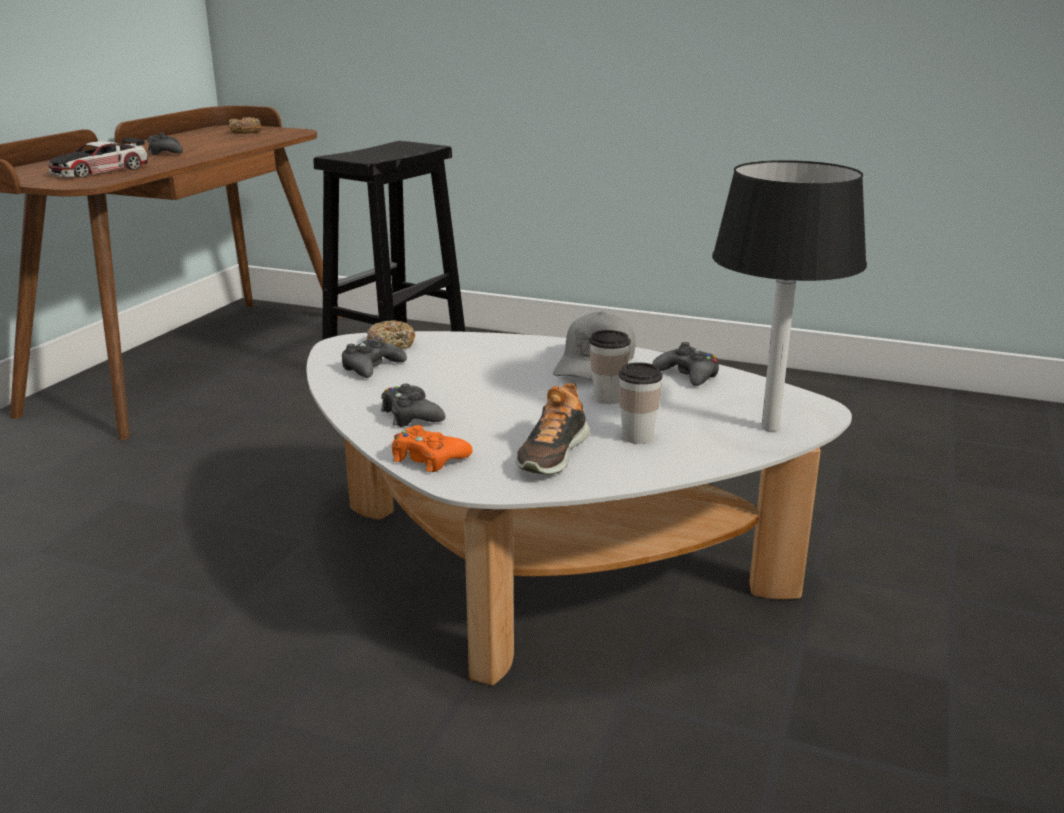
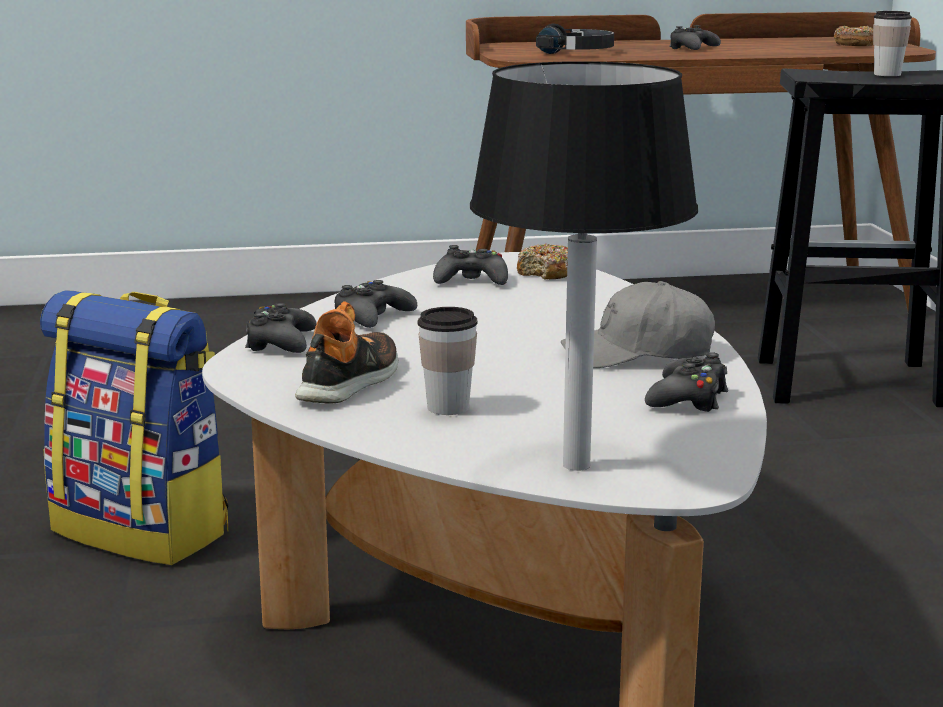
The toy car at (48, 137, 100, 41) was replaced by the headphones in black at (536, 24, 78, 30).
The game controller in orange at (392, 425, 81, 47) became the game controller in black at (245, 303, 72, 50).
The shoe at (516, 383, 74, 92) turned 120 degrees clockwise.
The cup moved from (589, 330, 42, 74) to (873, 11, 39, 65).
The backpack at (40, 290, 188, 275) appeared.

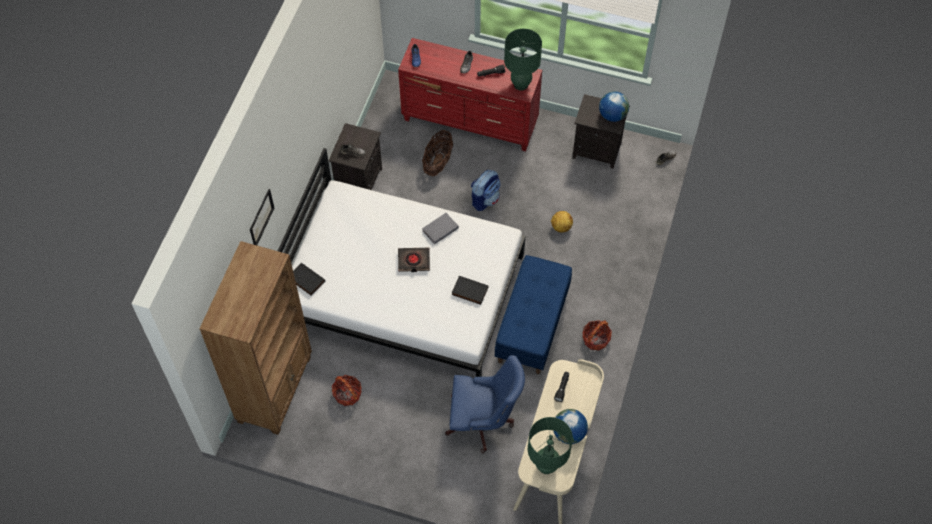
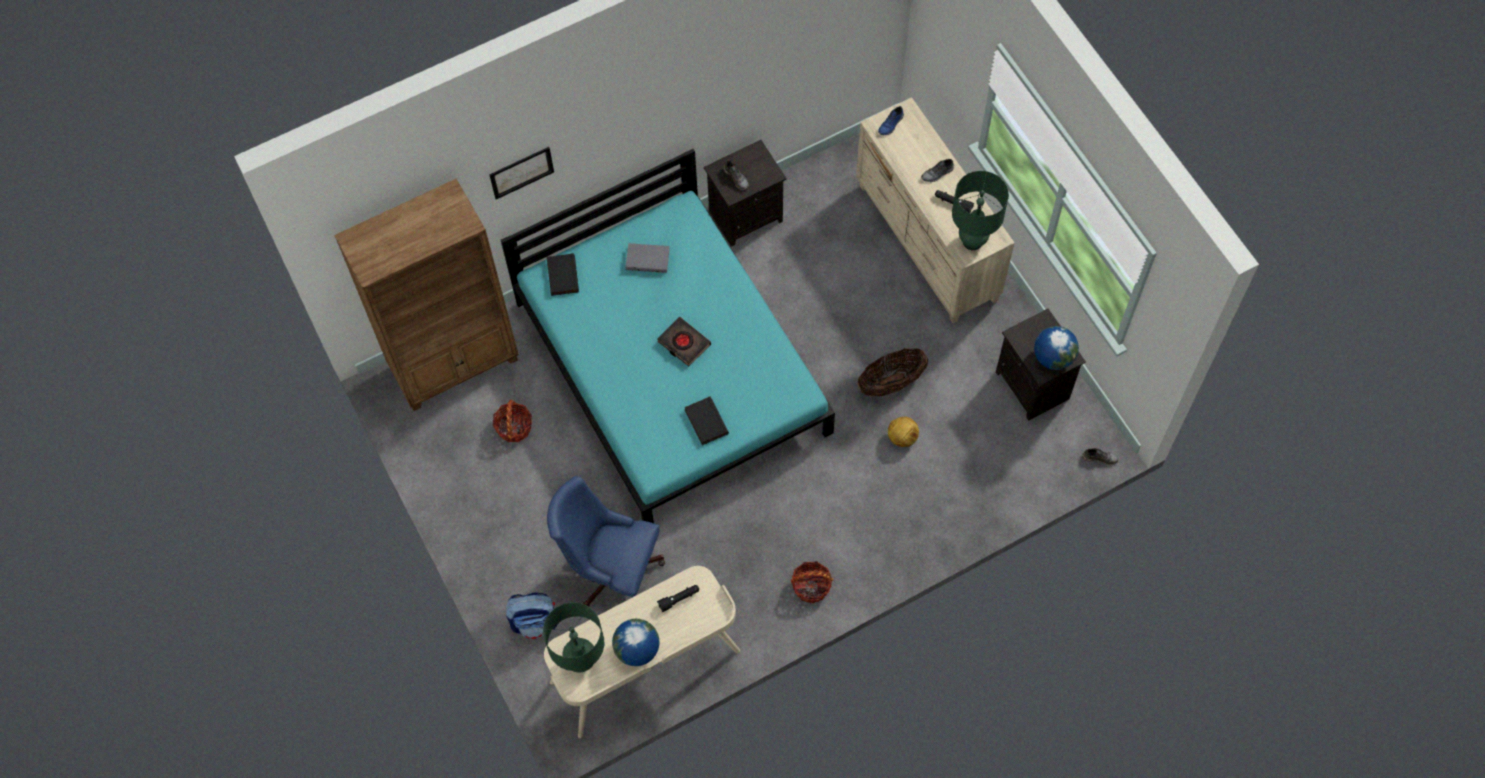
The bed in white at (278, 148, 248, 229) became the bed in turquoise at (501, 149, 334, 374).
The dresser in red at (398, 38, 144, 113) became the dresser in beige at (856, 97, 159, 227).
The basket moved from (422, 130, 31, 46) to (858, 348, 70, 48).
The book in grey moved from (422, 213, 37, 31) to (625, 243, 45, 30).
The office chair in blue at (445, 355, 80, 98) turned 150 degrees clockwise.
The backpack moved from (471, 170, 29, 41) to (506, 593, 52, 46).
The bench in blue at (495, 255, 77, 119) disappeared.

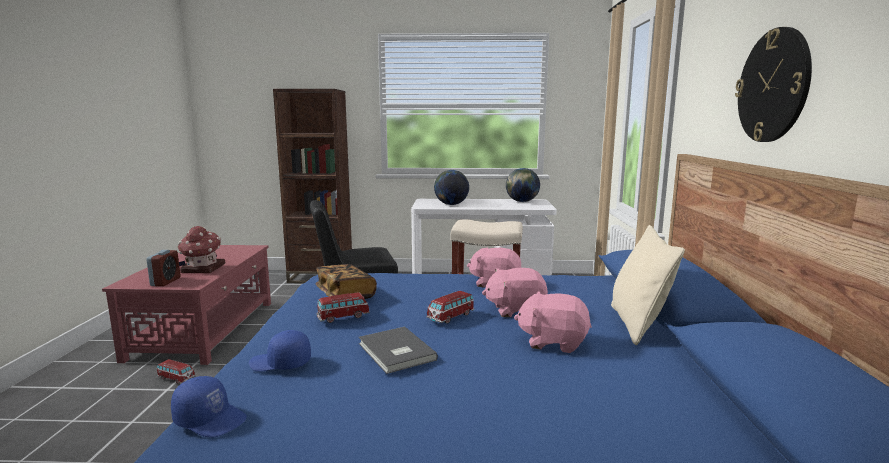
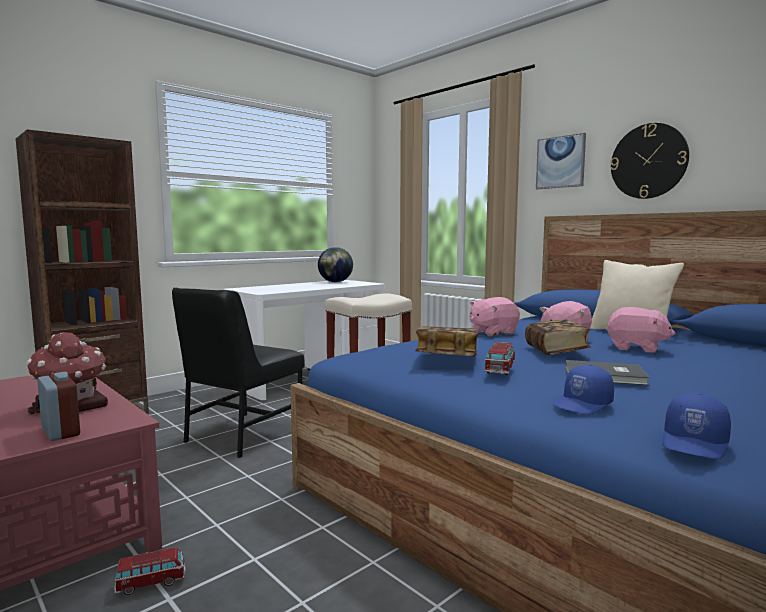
The cap in blue at (171, 376, 76, 62) turned 150 degrees clockwise.
The toy car at (426, 291, 49, 33) was replaced by the book at (525, 320, 66, 35).
The globe at (434, 170, 35, 35) disappeared.
The plush toy in pink at (514, 291, 78, 62) turned 120 degrees counterclockwise.
The picture at (536, 133, 50, 56) appeared.

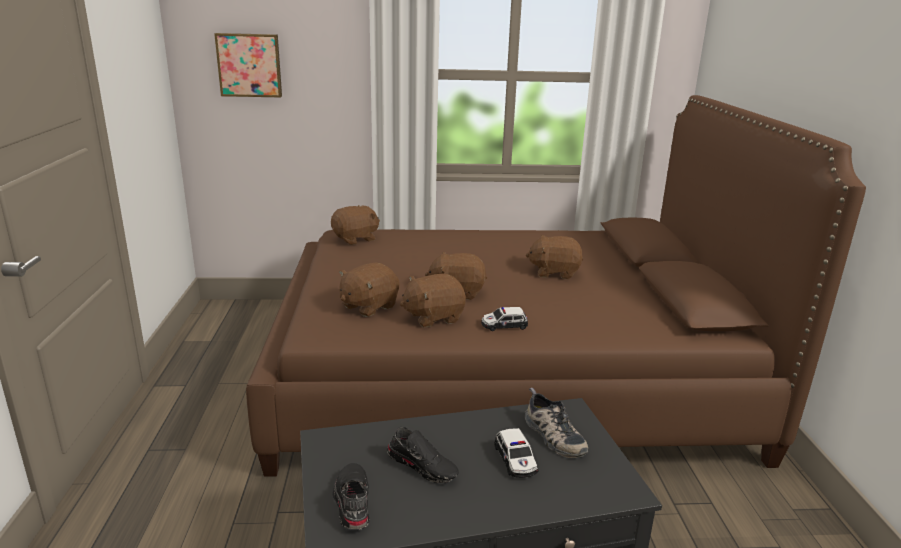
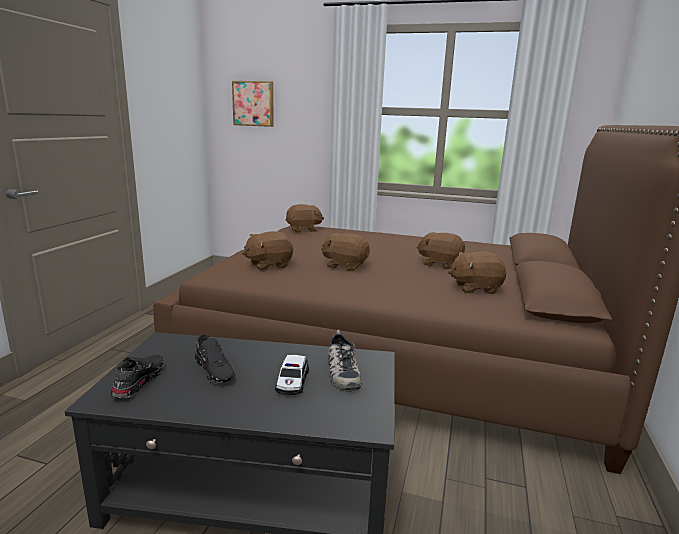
The plush toy in brown moved from (400, 274, 66, 53) to (448, 252, 58, 42).
The toy car at (481, 307, 47, 24) disappeared.

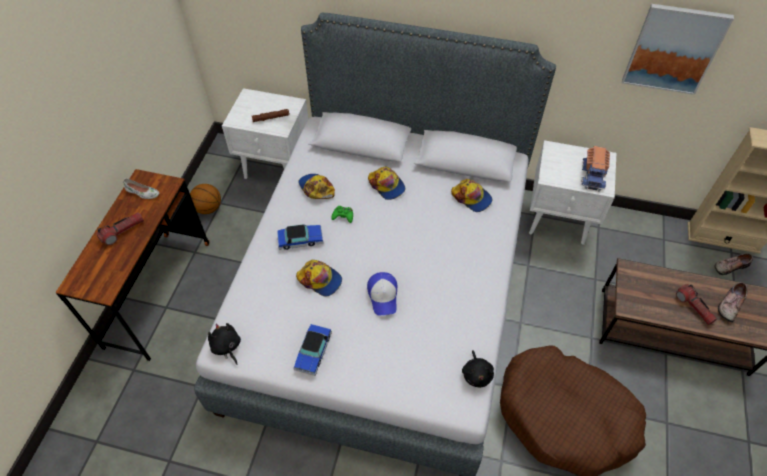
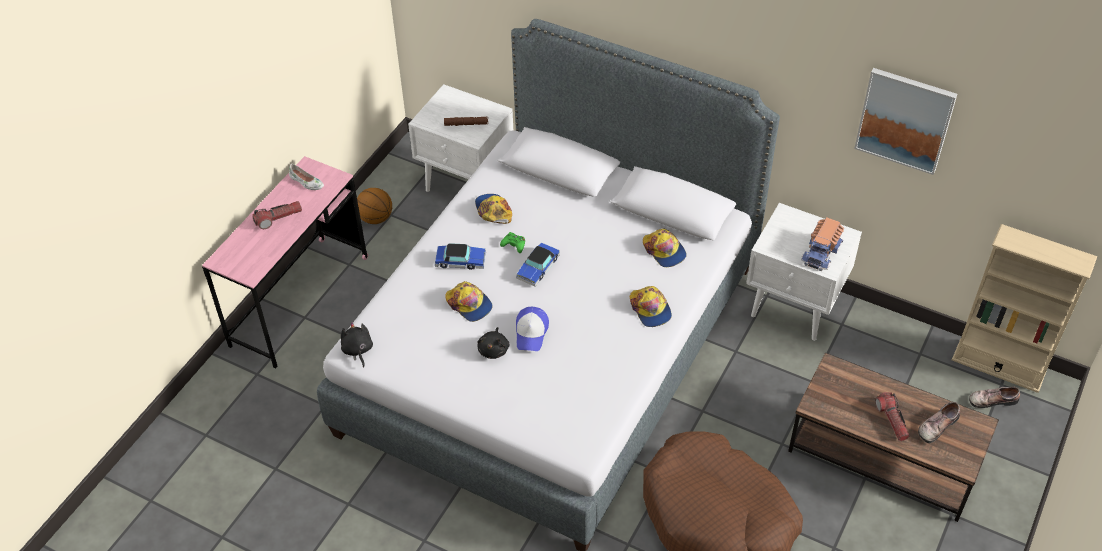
The desk in brown at (56, 169, 153, 192) became the desk in pink at (202, 156, 166, 212).
The toy car moved from (293, 324, 39, 52) to (516, 242, 44, 44).
The cap moved from (368, 166, 38, 34) to (629, 286, 43, 41).
The plush toy in black moved from (462, 350, 32, 38) to (478, 327, 32, 32).

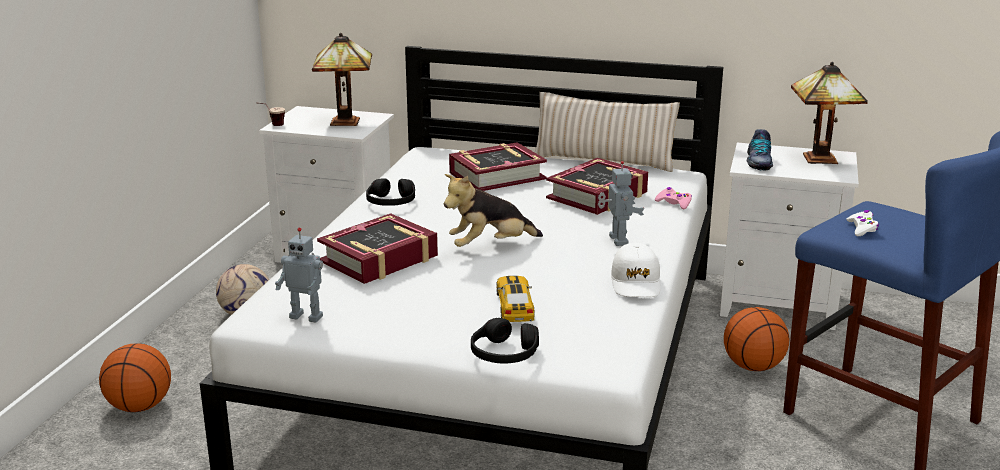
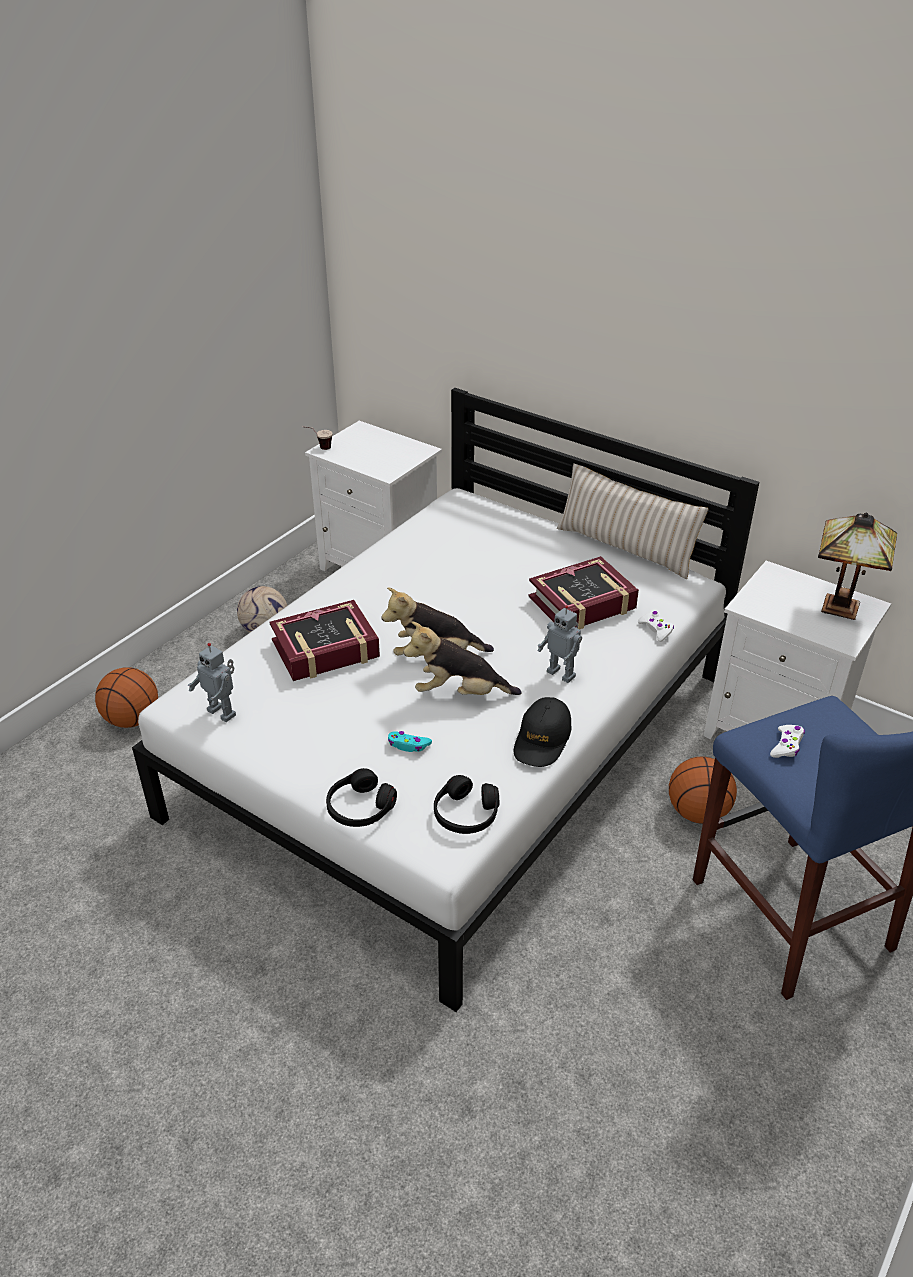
The table lamp at (312, 33, 60, 93) disappeared.
The headphones in black moved from (366, 178, 49, 28) to (434, 775, 65, 59).
The book at (449, 142, 98, 49) disappeared.
The toy car at (496, 276, 39, 46) was replaced by the game controller in turquoise at (388, 731, 44, 21).
The toy robot at (598, 161, 46, 85) turned 120 degrees clockwise.
The cap in white at (611, 243, 50, 54) became the cap in black at (514, 697, 57, 70).
The game controller in pink at (655, 187, 37, 22) became the game controller in white at (638, 611, 36, 31).
The shoe at (746, 129, 27, 42) disappeared.
The plush toy at (403, 621, 118, 74) appeared.

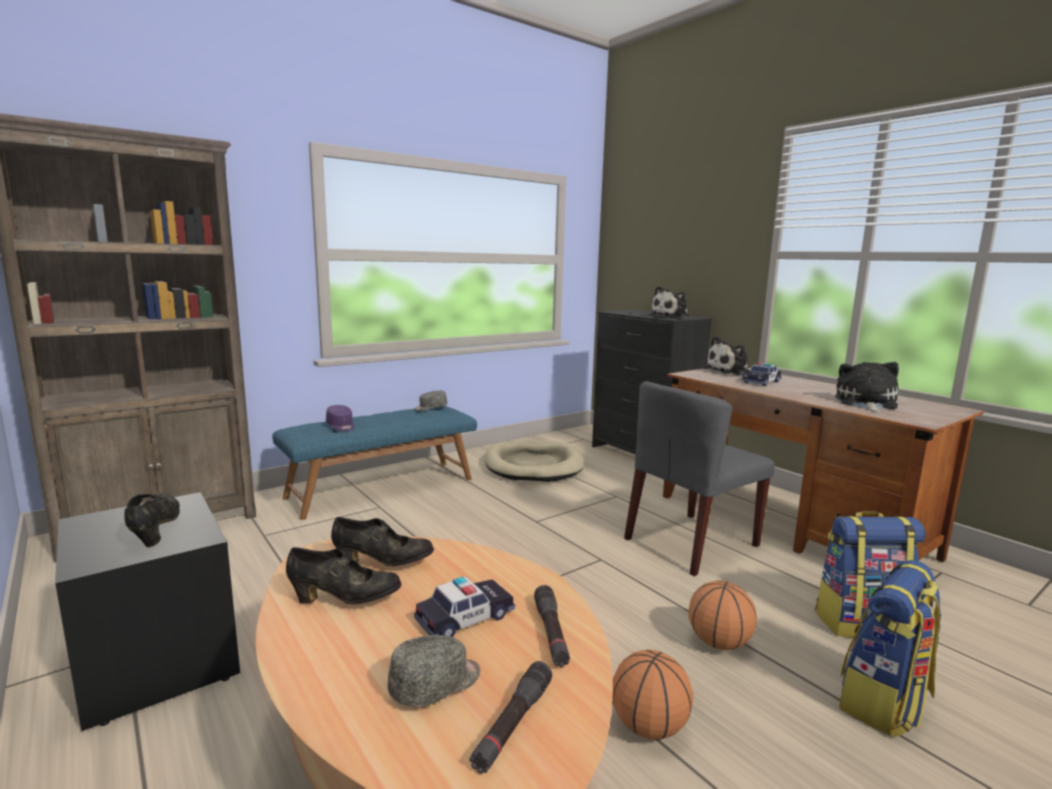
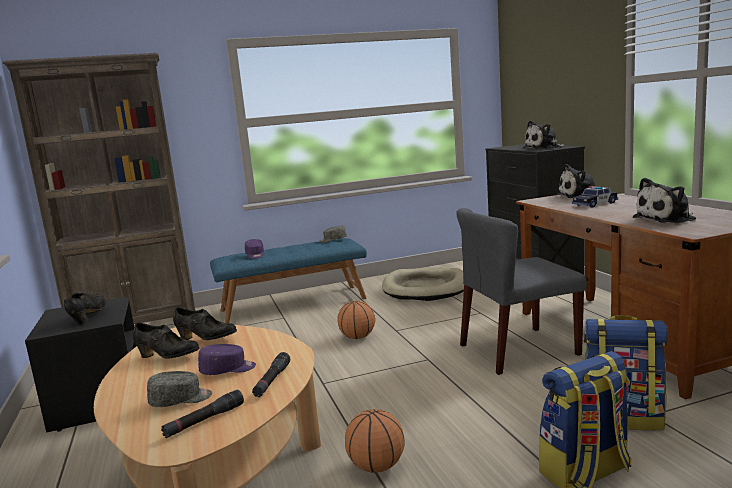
The toy car at (414, 577, 101, 60) was replaced by the cap in purple at (198, 344, 58, 31).
The basketball moved from (689, 581, 68, 69) to (337, 301, 38, 38).
The plush toy at (835, 362, 64, 51) turned 150 degrees counterclockwise.

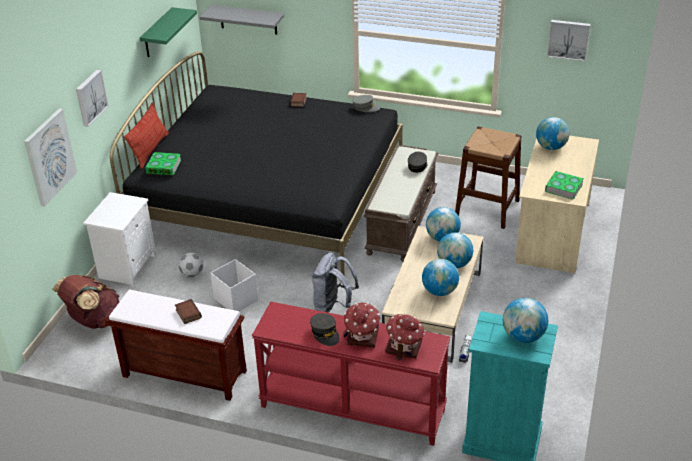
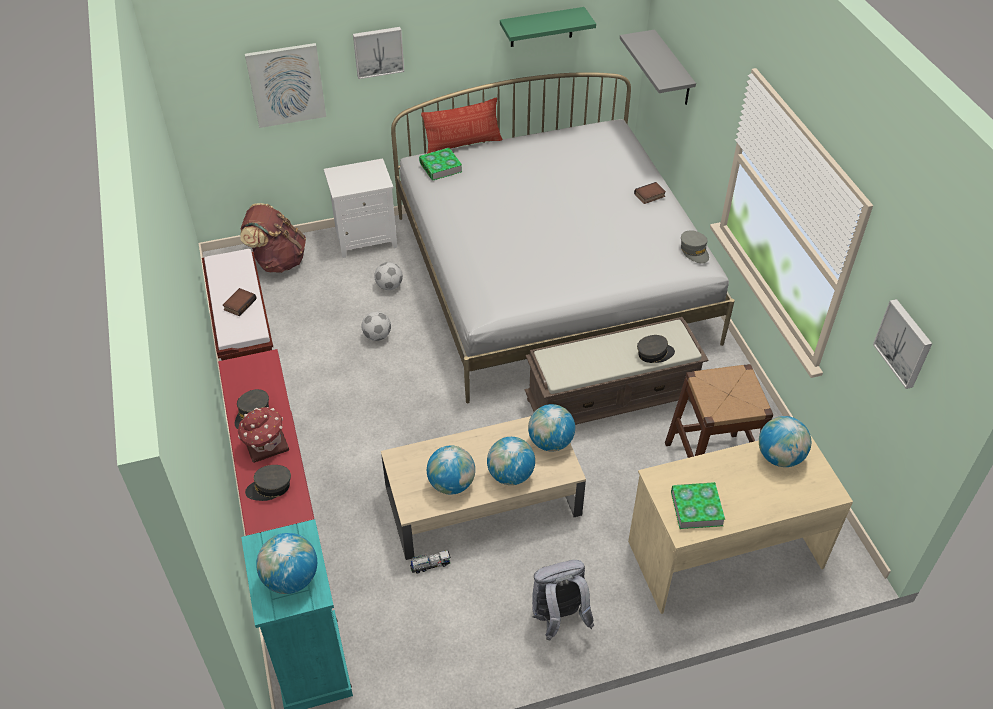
The bed in black at (110, 51, 293, 224) became the bed in white at (391, 72, 344, 331).
The storage box in white at (210, 259, 48, 52) was replaced by the football at (362, 311, 29, 30).
The backpack in grey moved from (311, 253, 48, 60) to (532, 560, 63, 80).
The toy house at (385, 313, 40, 48) was replaced by the cap in grey at (245, 465, 46, 36).

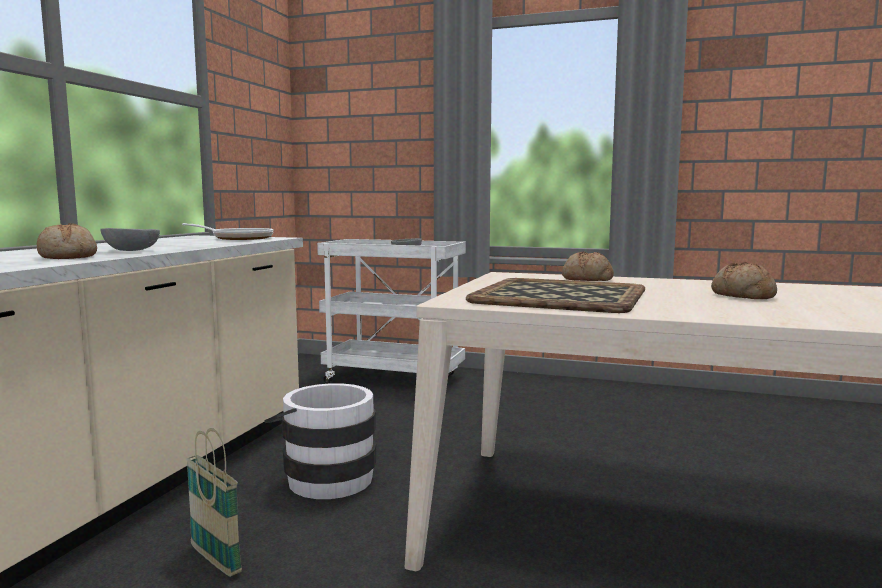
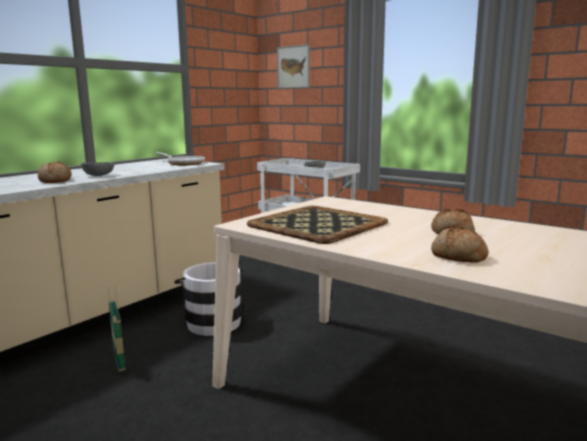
The bread moved from (562, 251, 52, 30) to (431, 226, 57, 37).
The picture at (277, 44, 33, 45) appeared.

